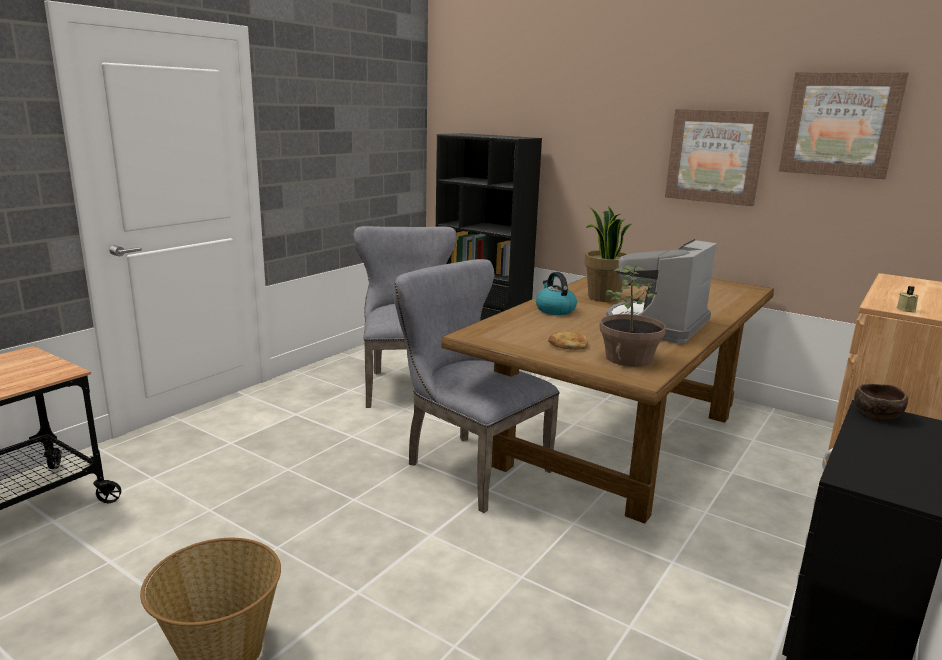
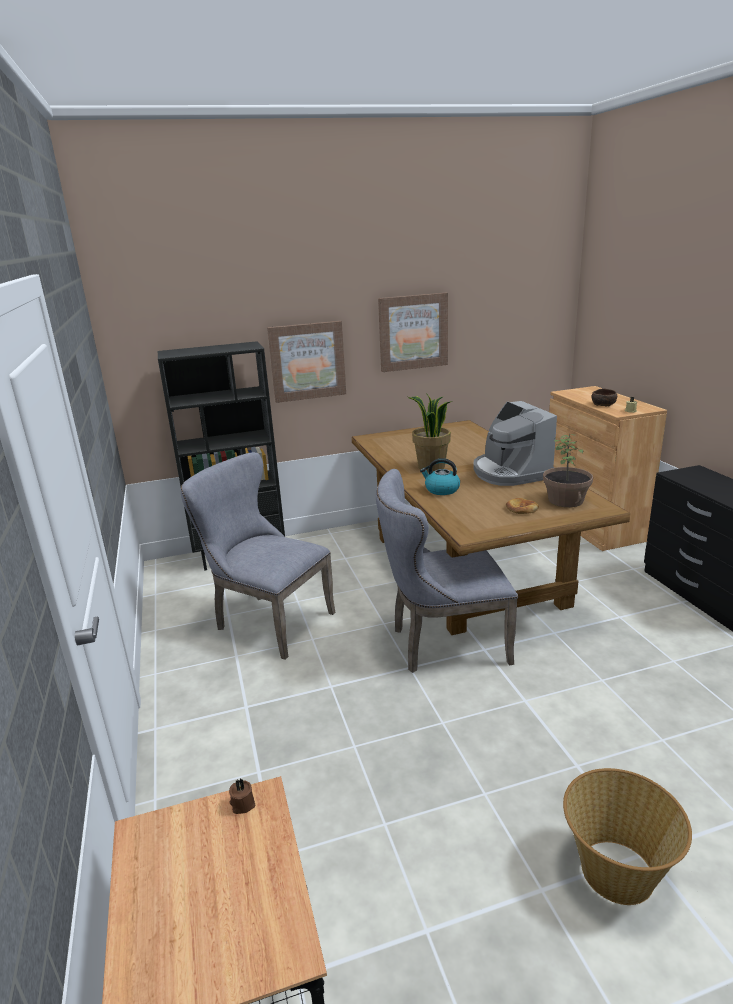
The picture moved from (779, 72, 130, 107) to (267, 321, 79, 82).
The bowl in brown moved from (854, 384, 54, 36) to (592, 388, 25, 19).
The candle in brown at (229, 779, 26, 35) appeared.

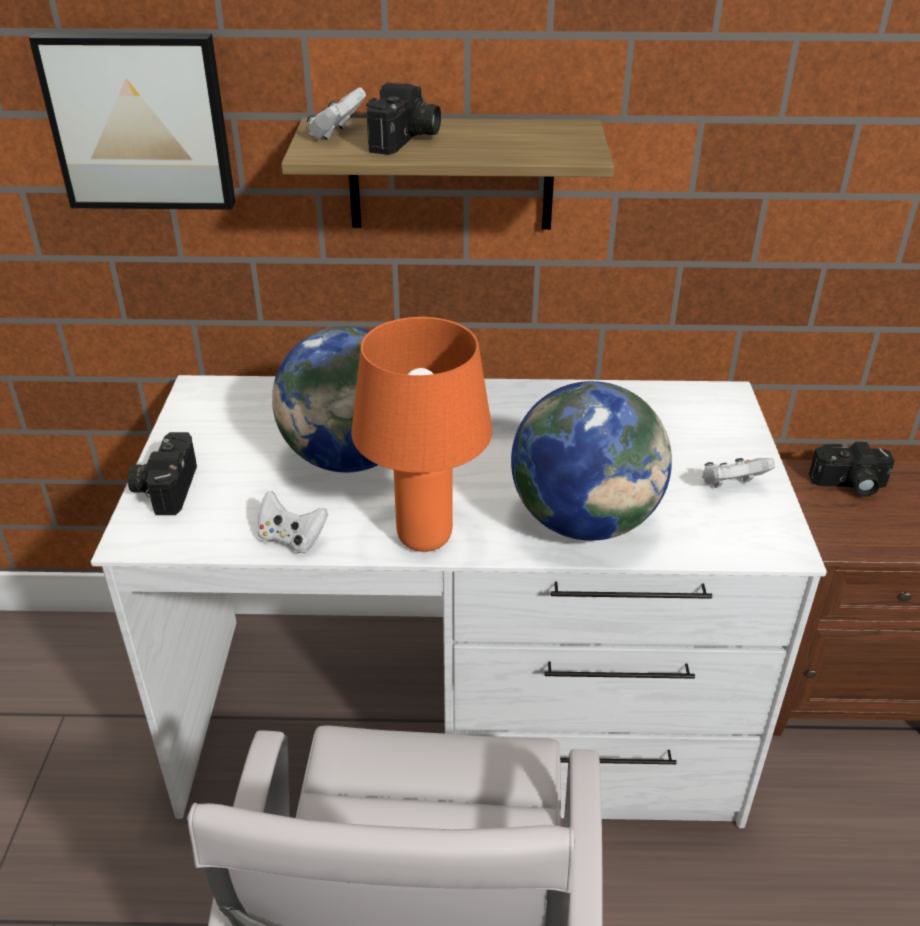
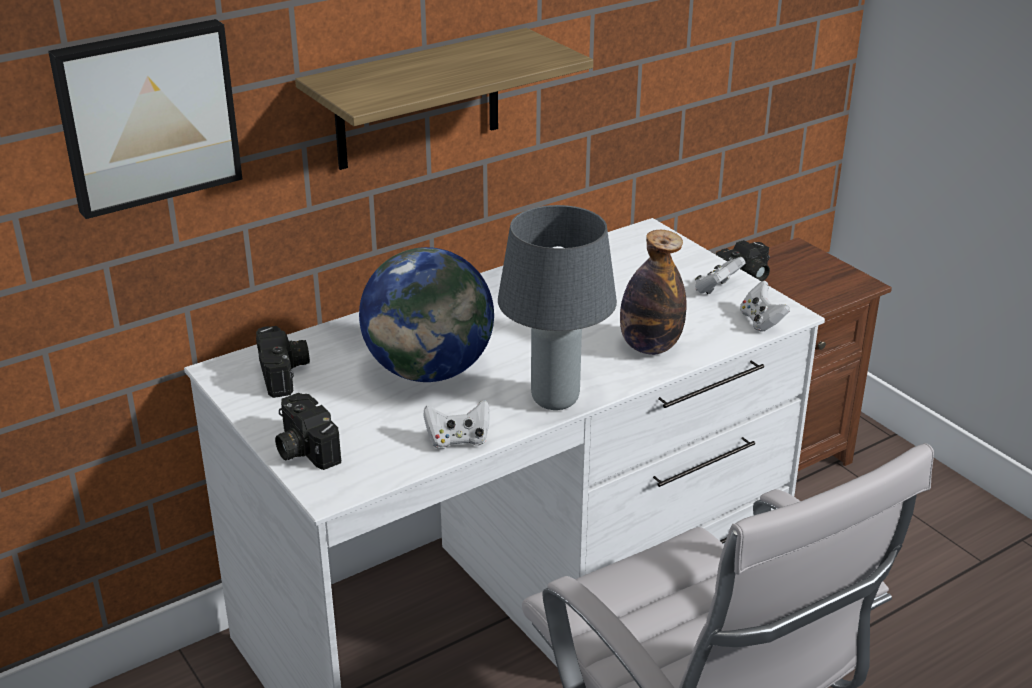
The game controller in white moved from (307, 87, 59, 53) to (740, 281, 50, 51).
The table lamp in orange at (351, 317, 141, 235) became the table lamp in grey at (498, 205, 119, 205).
The photo camera moved from (366, 82, 75, 73) to (256, 326, 54, 72).
The globe at (511, 381, 161, 160) was replaced by the bottle at (620, 230, 67, 125).

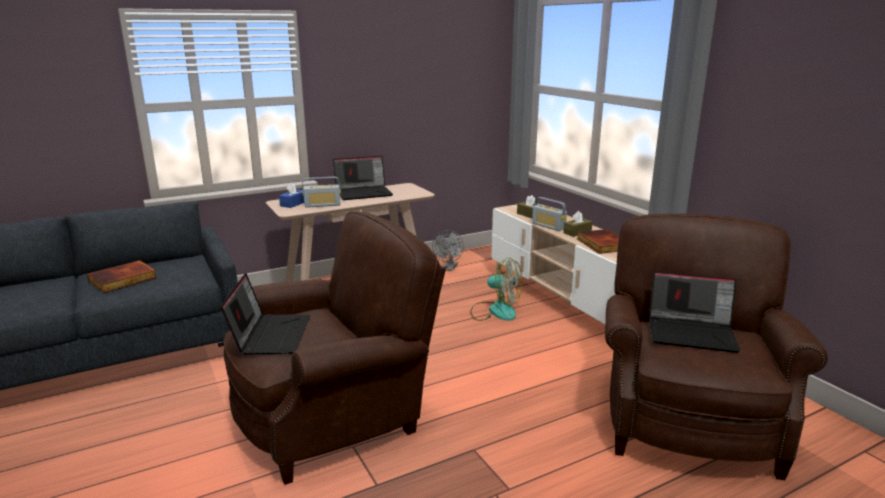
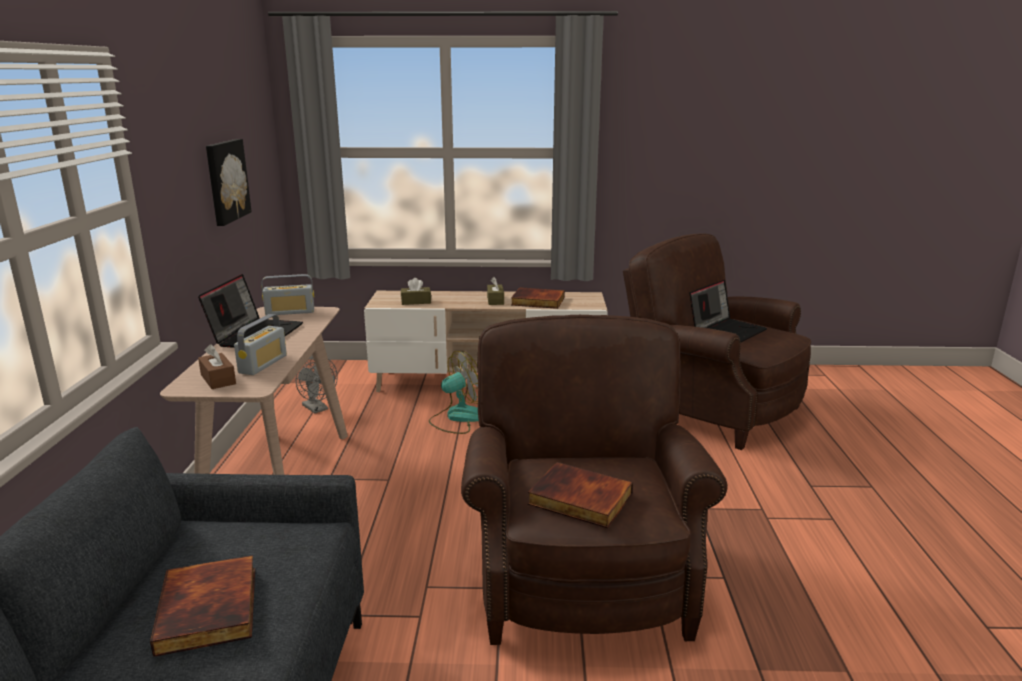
The laptop at (221, 273, 89, 81) was replaced by the book at (528, 462, 105, 66).
The tissue box in blue at (279, 182, 25, 26) became the tissue box in brown at (198, 344, 38, 45).
The radio moved from (532, 197, 35, 34) to (261, 274, 53, 41).
The picture at (206, 139, 46, 87) appeared.

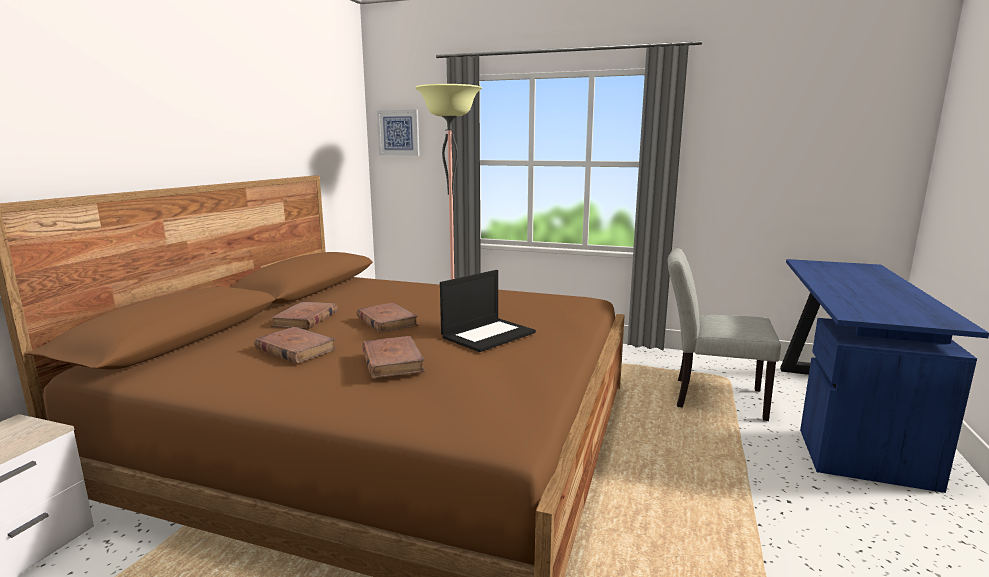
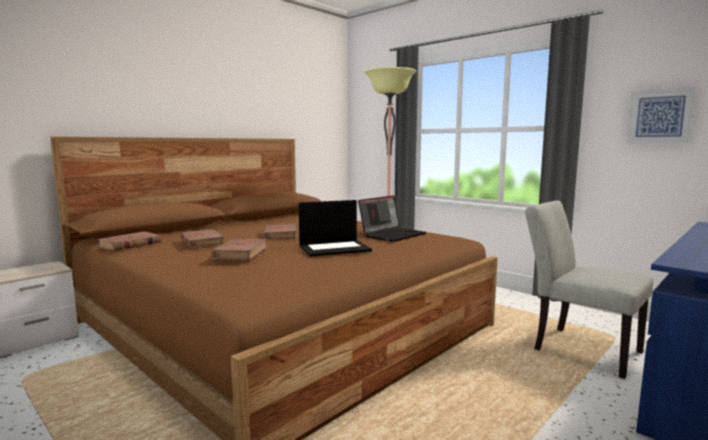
The book in brown moved from (271, 302, 67, 27) to (97, 231, 65, 20).
The picture moved from (377, 110, 43, 46) to (626, 87, 71, 57).
The laptop at (358, 195, 69, 47) appeared.

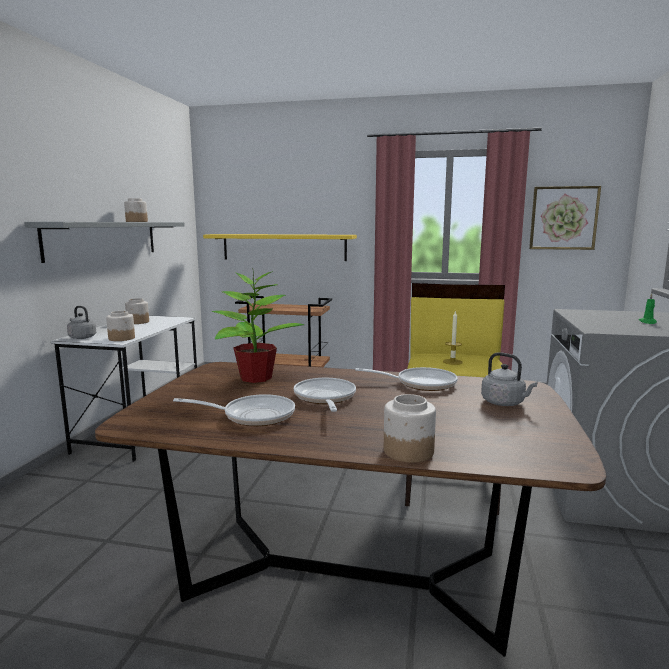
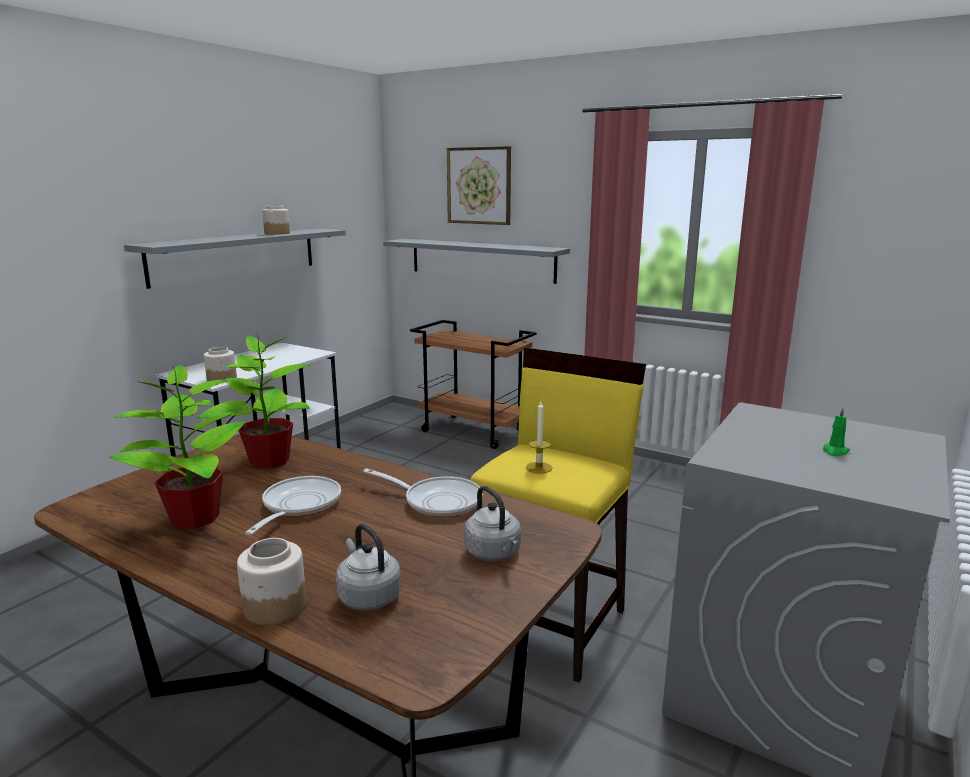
The kettle in grey moved from (67, 306, 29, 33) to (336, 524, 65, 87).
The jar at (125, 298, 24, 26) disappeared.
The frying pan at (173, 394, 122, 32) was replaced by the potted plant at (109, 365, 136, 164).
The shelf in yellow at (203, 234, 154, 27) became the shelf in grey at (383, 239, 187, 45).
The picture moved from (529, 186, 72, 64) to (447, 146, 64, 79).

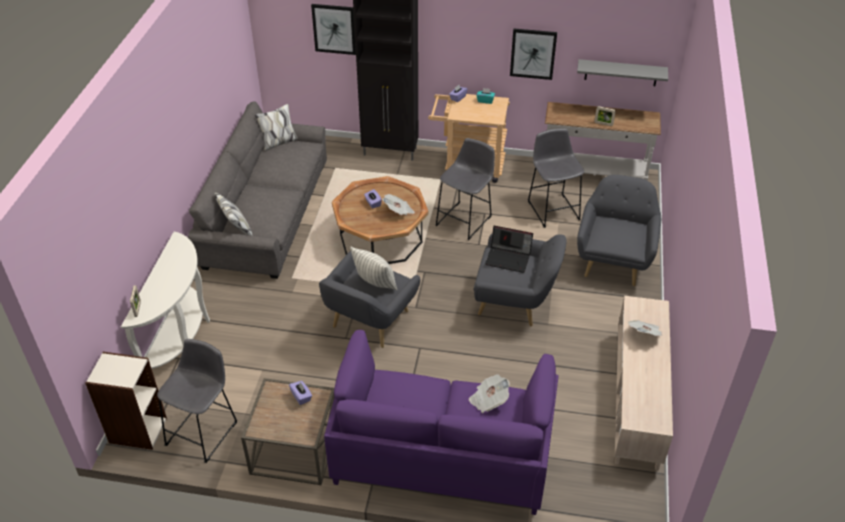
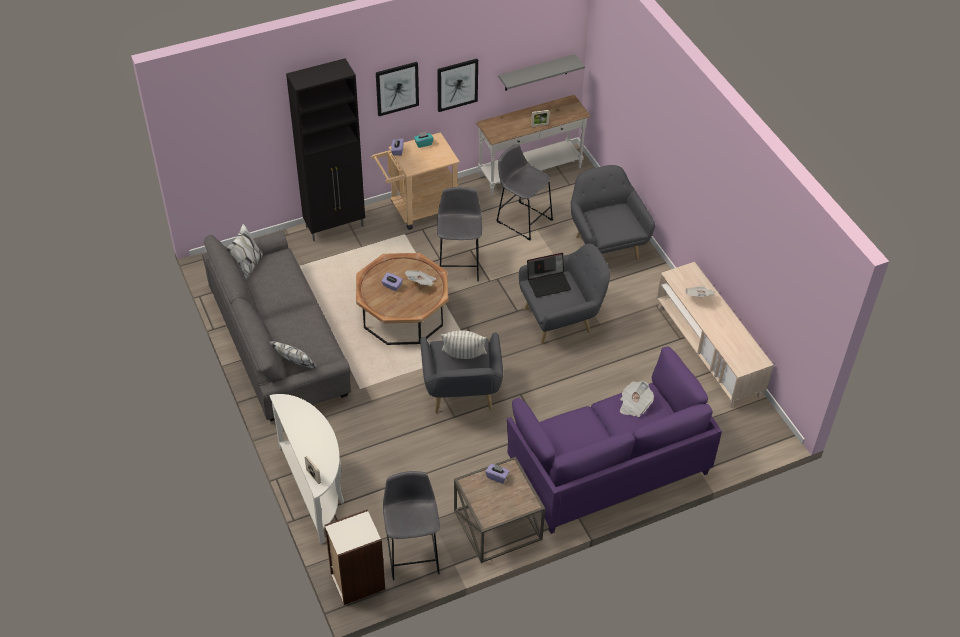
The picture moved from (311, 4, 45, 51) to (376, 62, 43, 54).

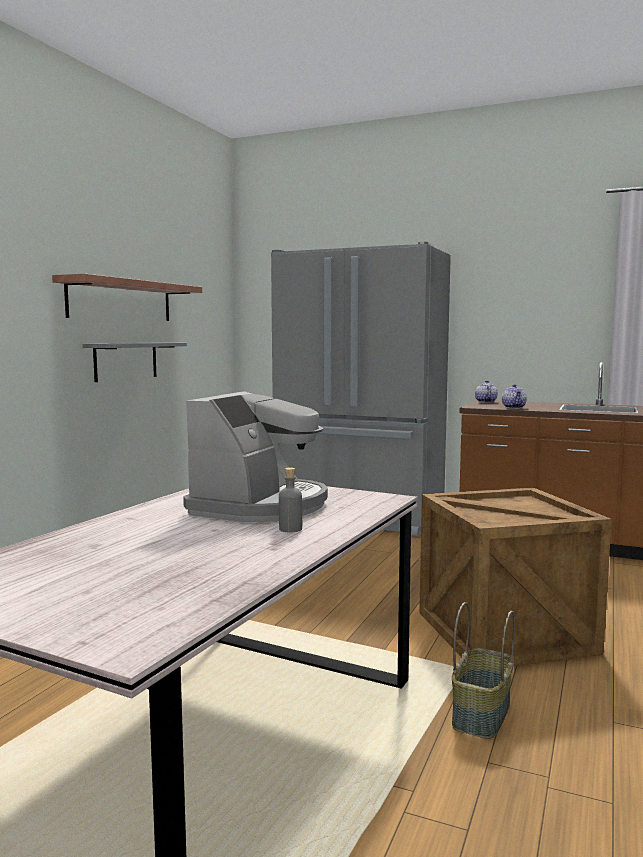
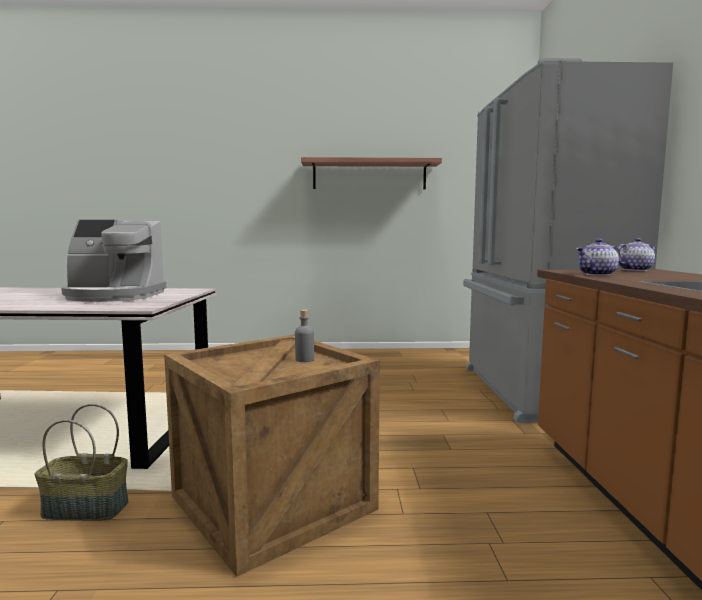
The shelf in grey at (83, 342, 104, 40) disappeared.
The bottle in grey moved from (279, 468, 23, 65) to (295, 310, 19, 52).

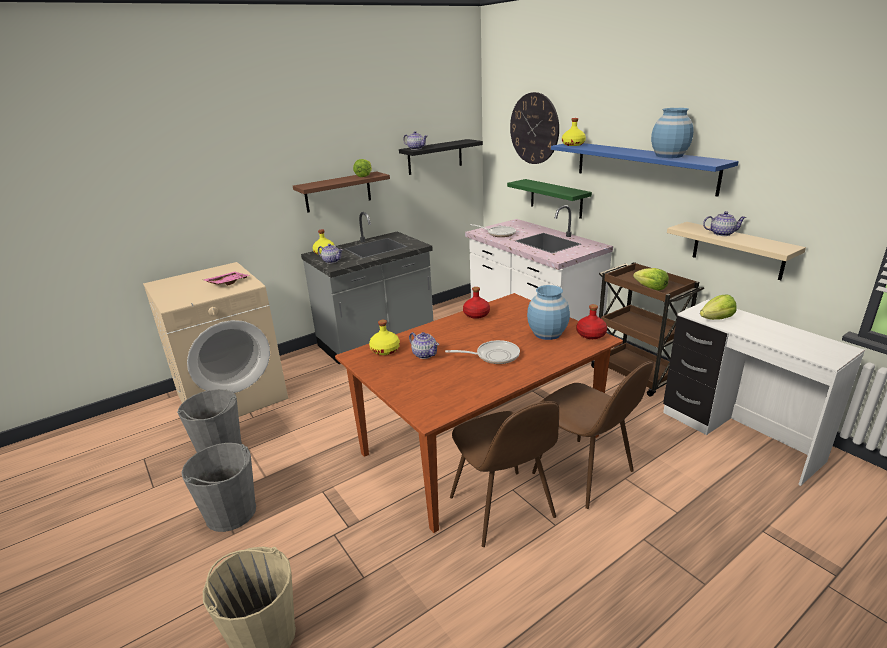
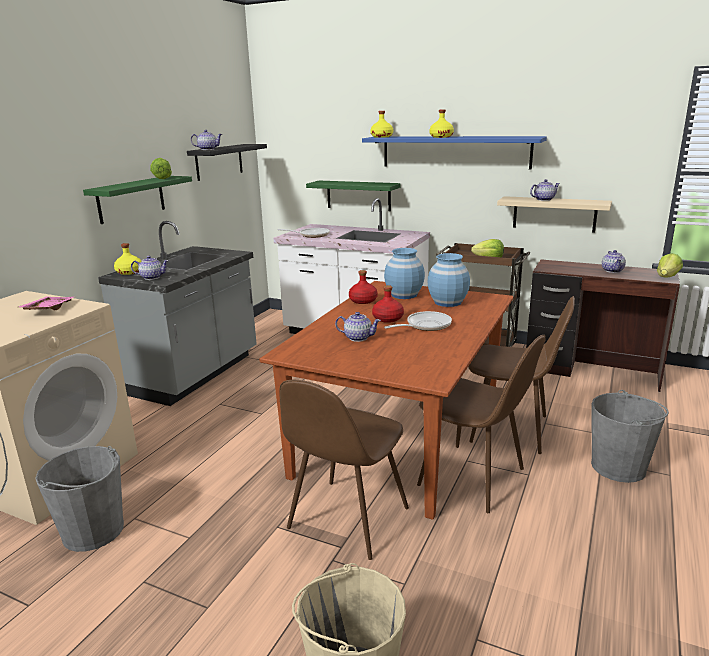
The bucket in grey moved from (182, 443, 74, 89) to (591, 390, 78, 93).
The shelf in brown at (293, 172, 97, 41) became the shelf in green at (83, 176, 109, 48).
The bottle in yellow moved from (369, 320, 31, 35) to (430, 109, 24, 29).
The wall clock at (510, 92, 49, 72) disappeared.
The bottle in red moved from (576, 304, 31, 35) to (372, 285, 32, 38).
The vase in blue moved from (651, 108, 43, 50) to (384, 248, 41, 51).
The desk in white at (663, 300, 202, 186) became the desk in brown at (526, 259, 154, 133).
The lettuce moved from (700, 295, 37, 25) to (657, 253, 26, 25).
The chair in brown at (279, 380, 130, 180) appeared.
The teapot at (602, 250, 24, 23) appeared.

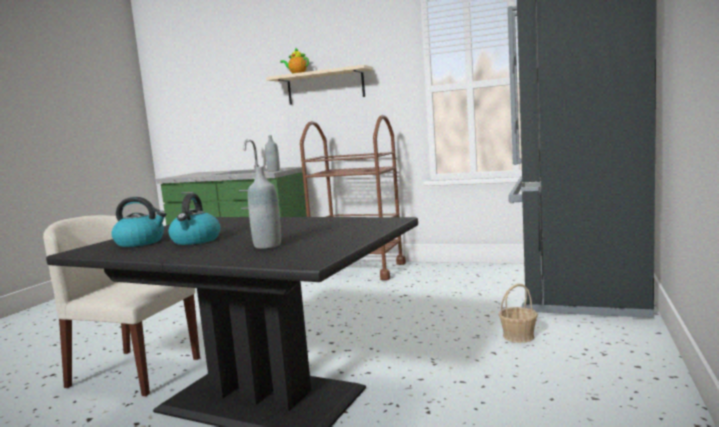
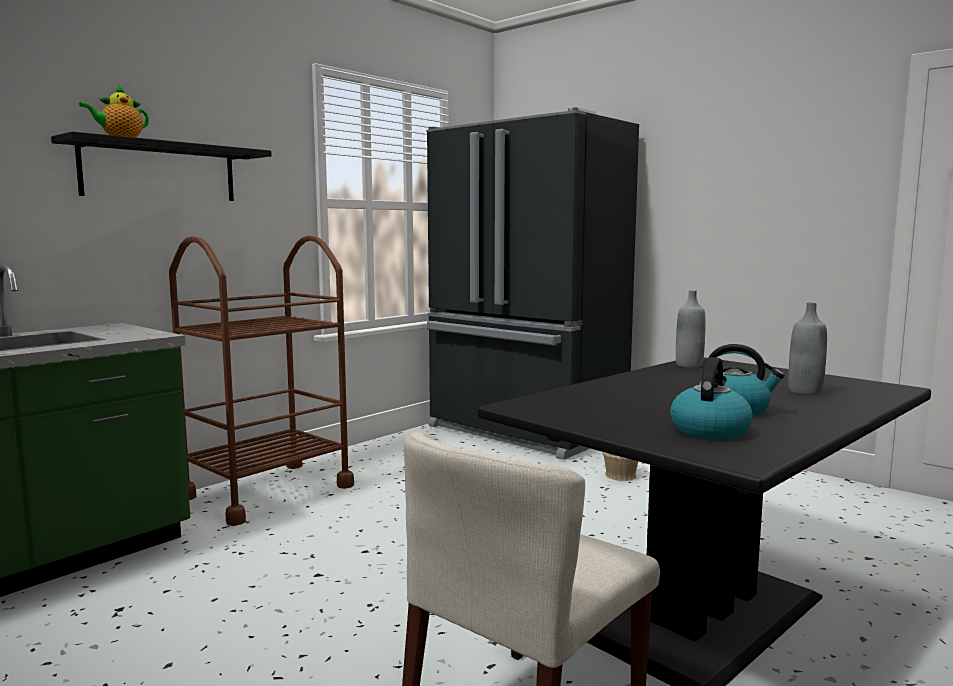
The bottle in grey moved from (265, 135, 15, 37) to (676, 290, 30, 78).
The shelf in beige at (266, 65, 107, 40) became the shelf in black at (51, 131, 221, 70).

